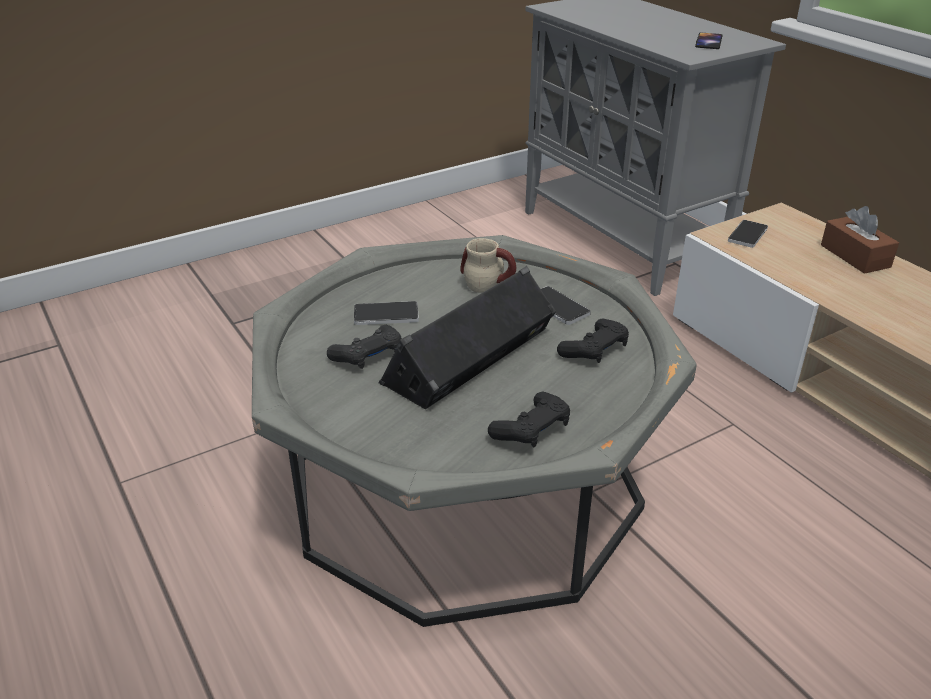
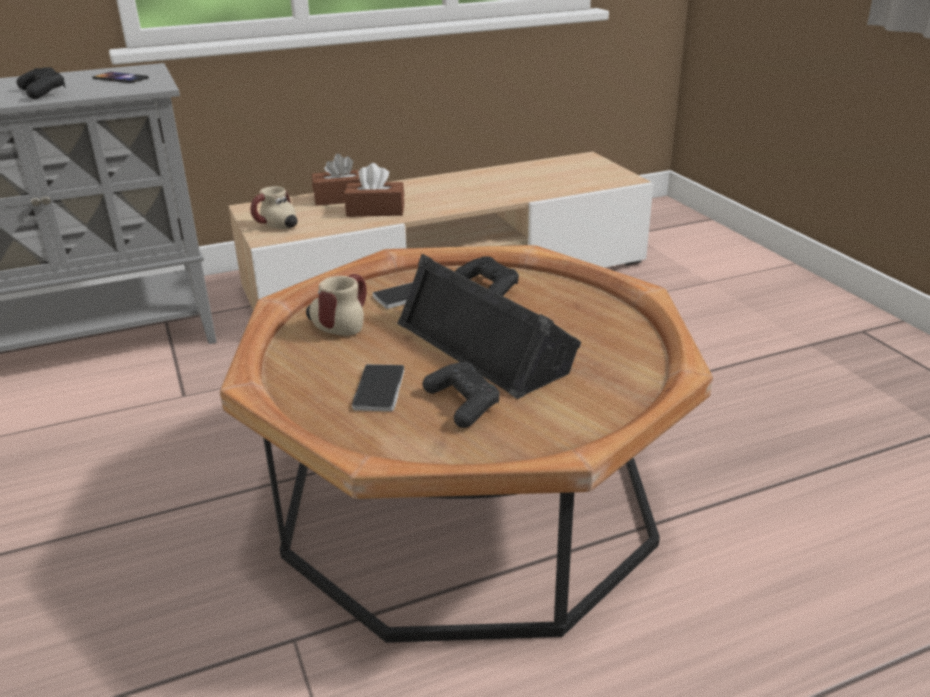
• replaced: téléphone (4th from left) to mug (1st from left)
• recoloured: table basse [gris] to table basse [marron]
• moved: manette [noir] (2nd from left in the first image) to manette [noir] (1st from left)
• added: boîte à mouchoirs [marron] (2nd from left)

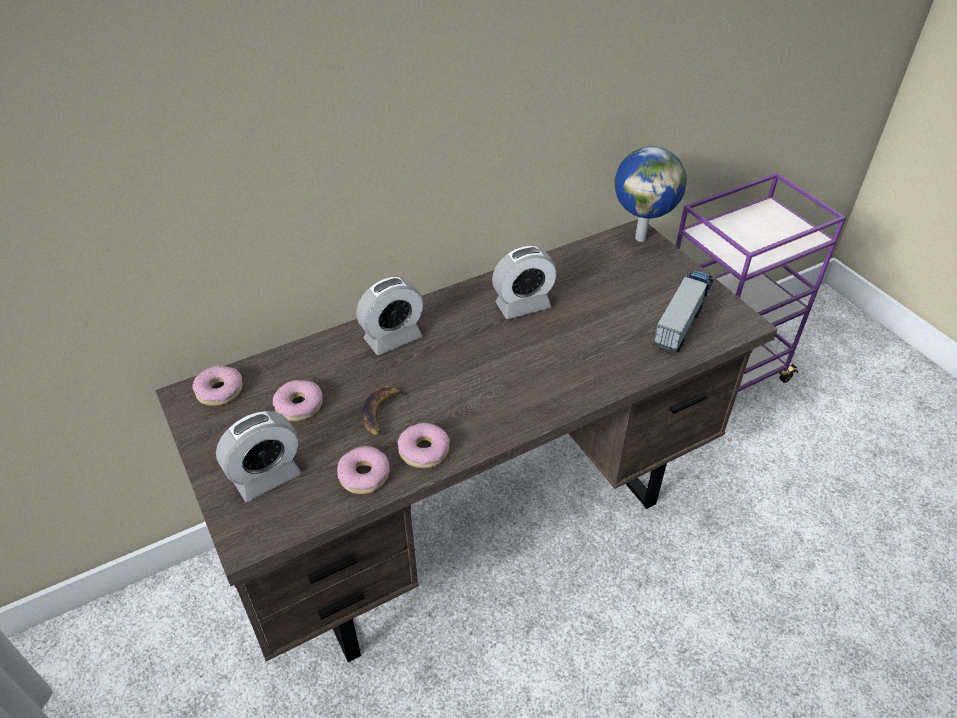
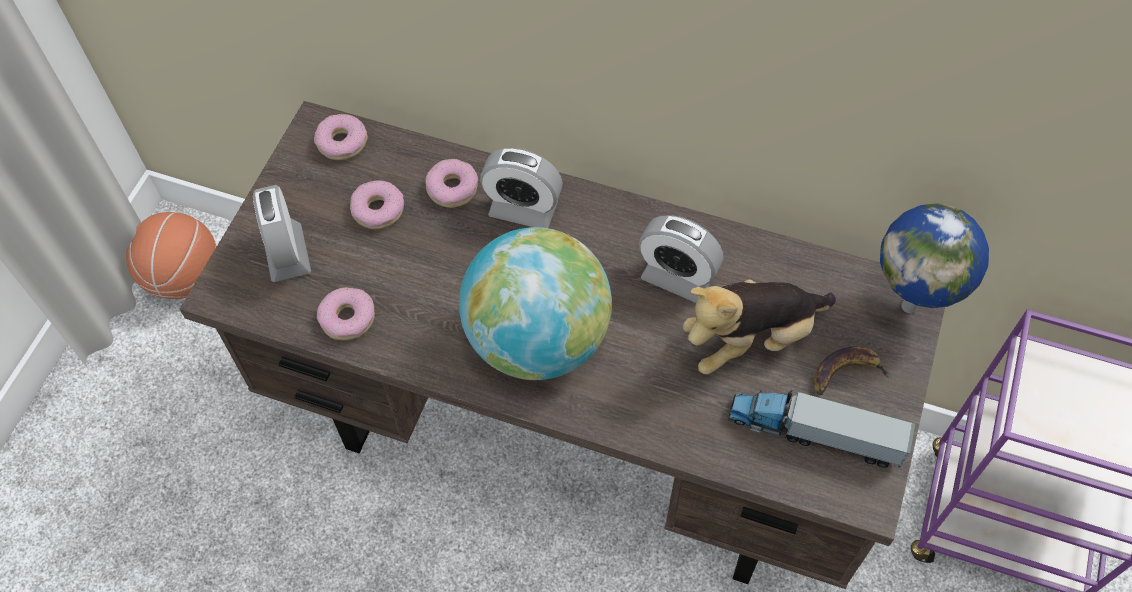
• turned: camion jouet 150 degrees counterclockwise
• moved: banane
• turned: réveil (1st from left) 60 degrees clockwise
• moved: beignet (4th from left)
• added: ballon de basket
• added: globe (1st from left)
• added: peluche

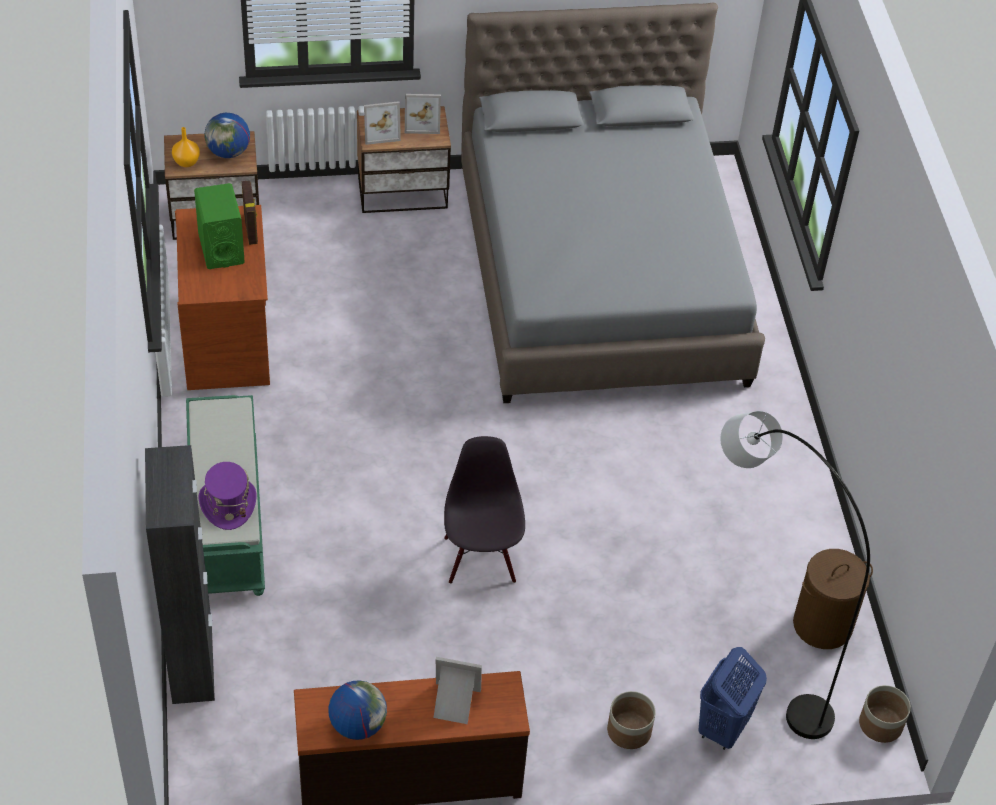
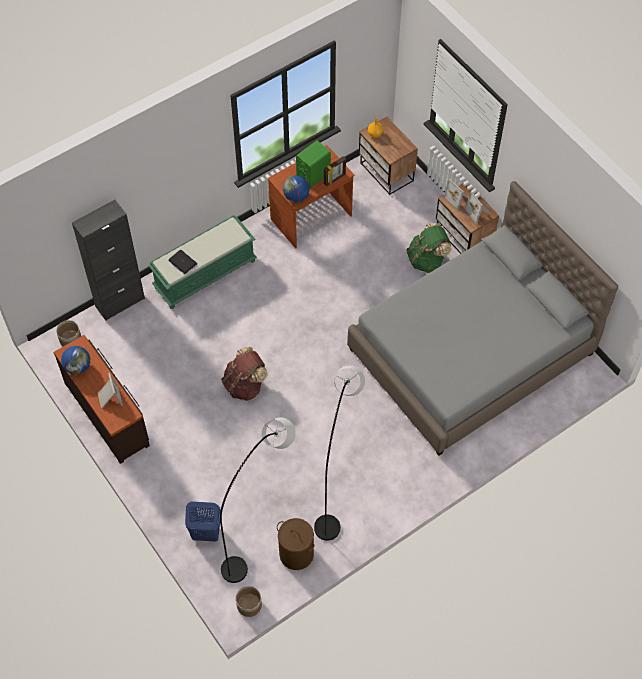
• moved: globe (1st from left in the first image) to globe (2nd from left)
• replaced: chaise [noir] to sac à dos [marron]
• replaced: chapeau [violet] to ordinateur portable
• moved: cache-pot (1st from left)
• added: sac à dos [vert]
• added: lampadaire [gris] (2nd from left)

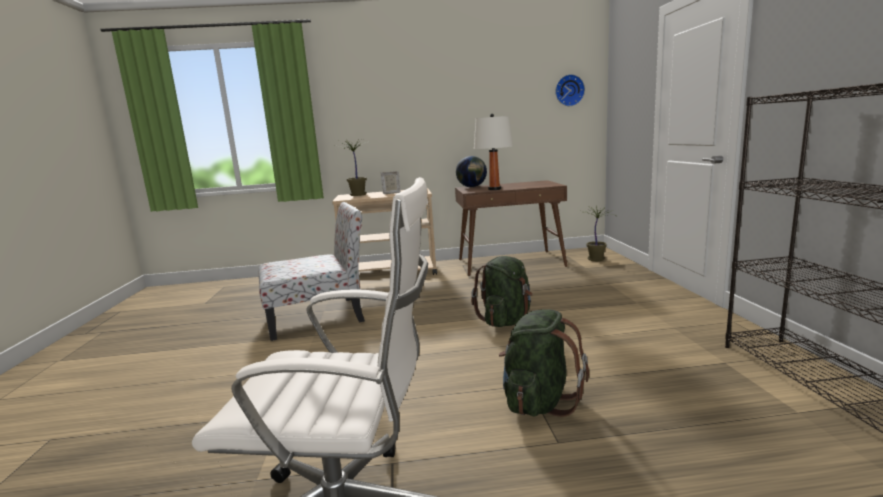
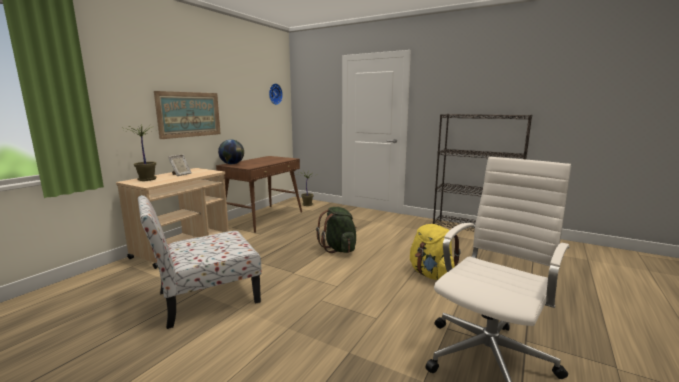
• removed: lampe de table [blanc]
• turned: chaise 135 degrees counterclockwise
• recoloured: sac à dos [vert] (2nd from left) to sac à dos [jaune]
• added: tableau

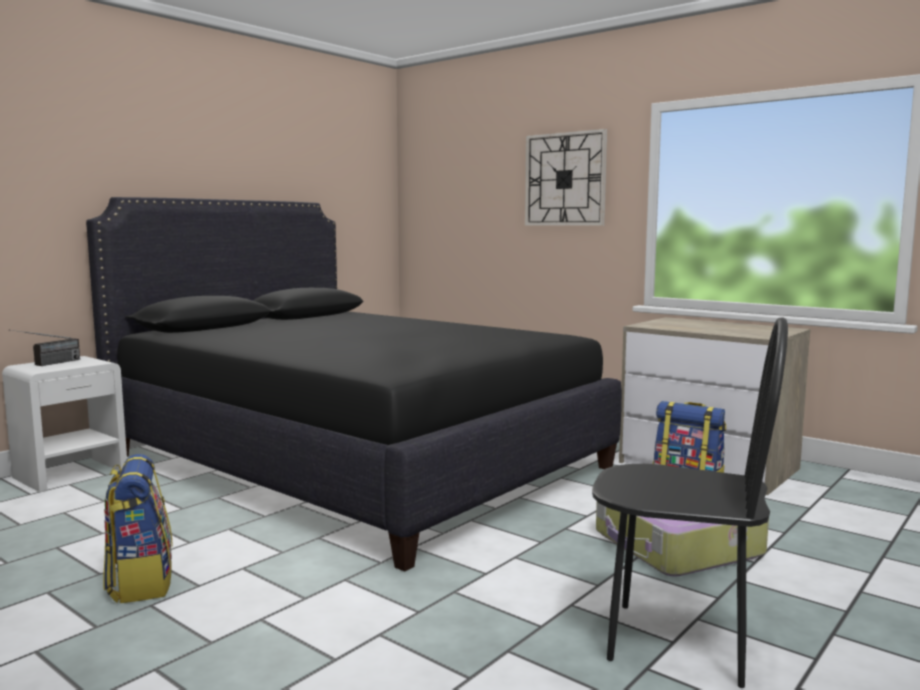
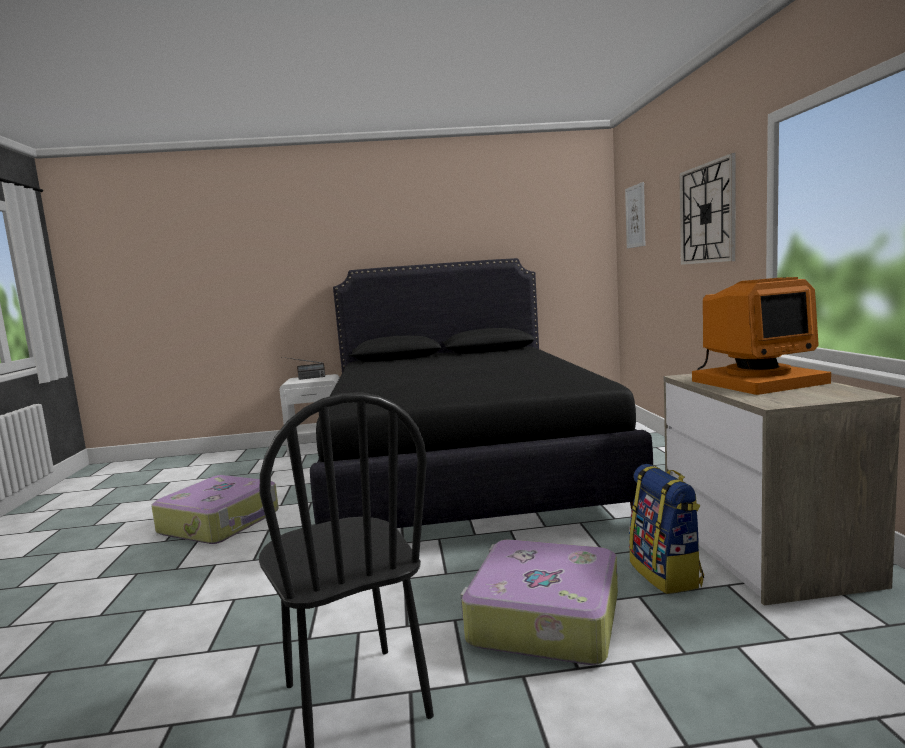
• replaced: sac à dos (1st from left) to valise (1st from left)
• added: tableau
• added: écran d'ordinateur

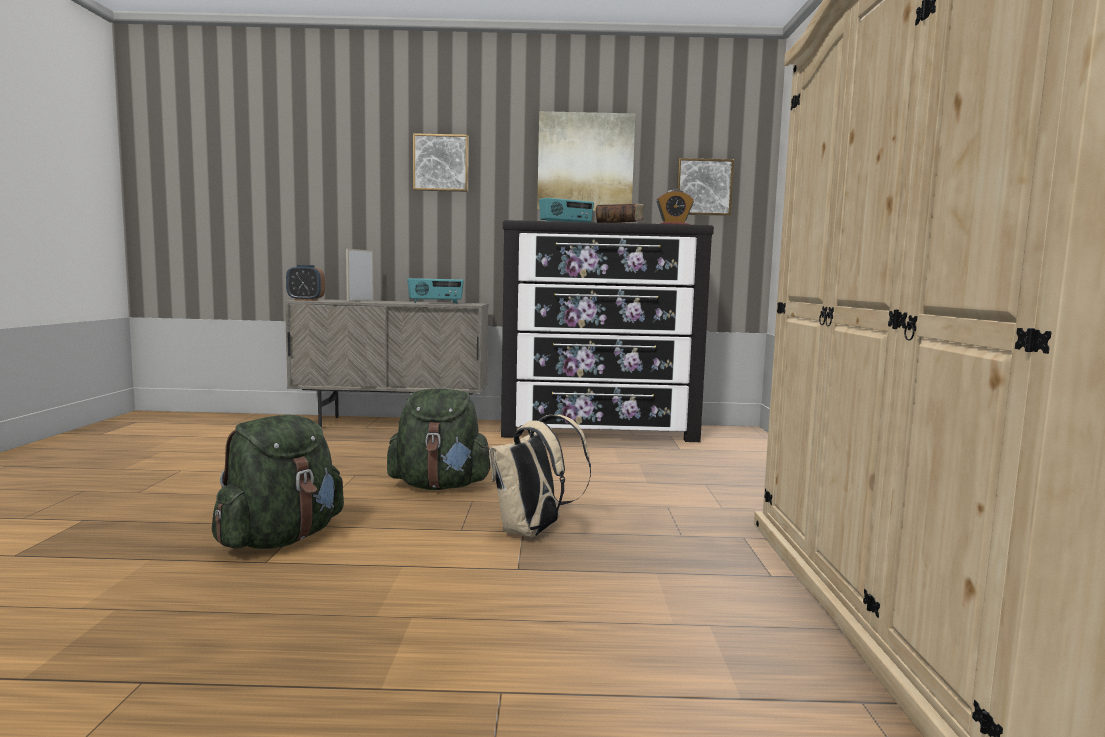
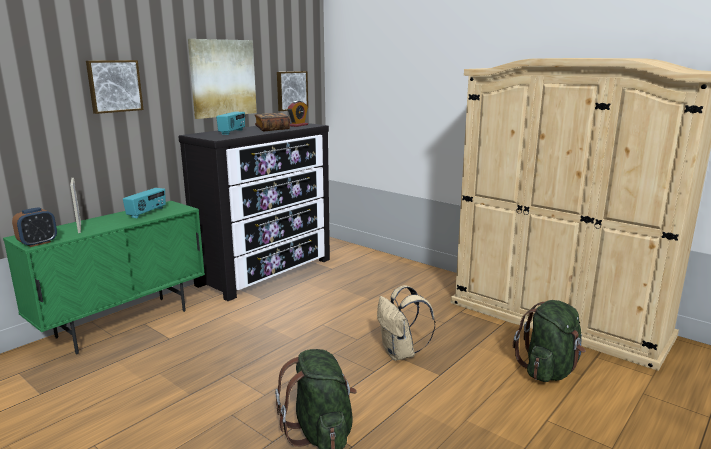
• recoloured: meuble de rangement [beige] to meuble de rangement [vert]
• moved: sac à dos [vert] (2nd from left)

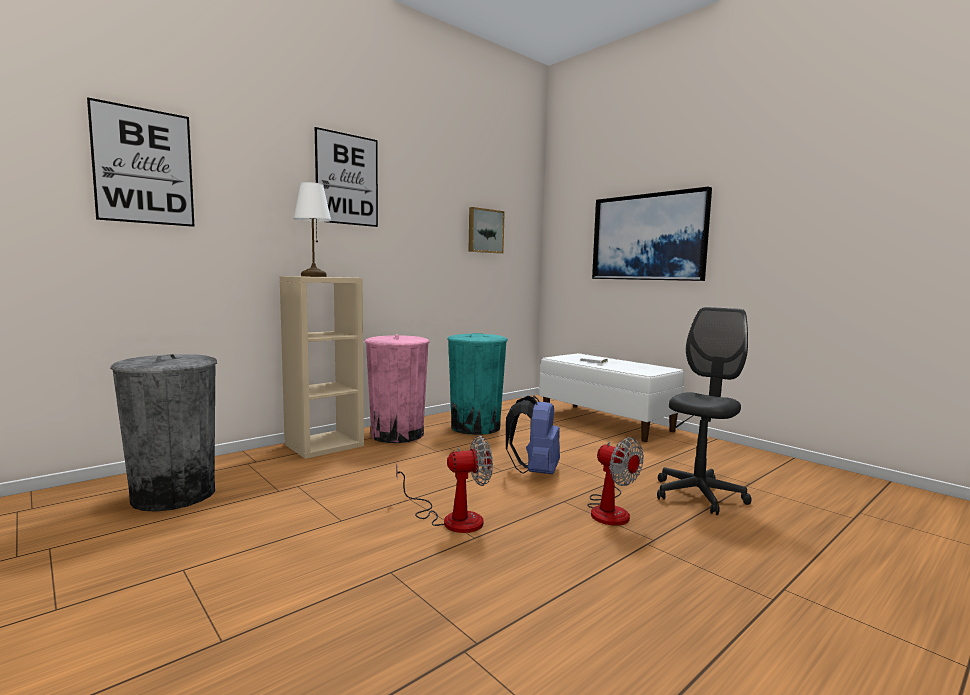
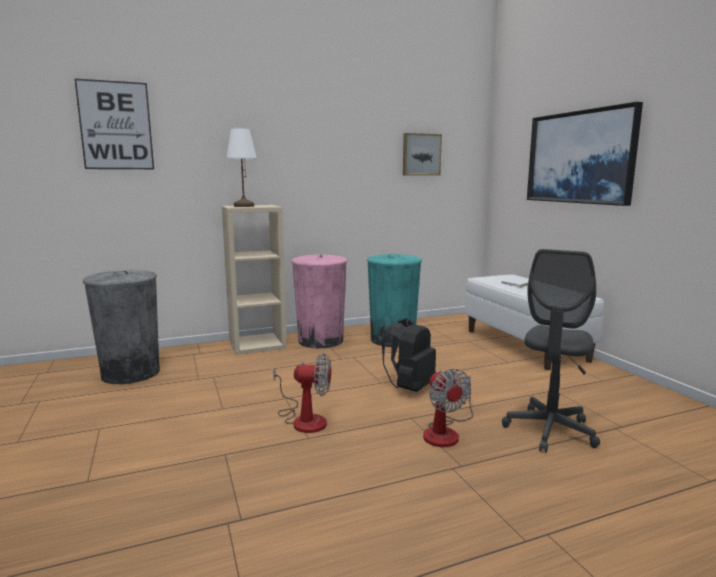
• removed: tableau (2nd from left)
• turned: chaise de bureau [gris] 150 degrees clockwise
• recoloured: sac à dos [bleu] to sac à dos [noir]

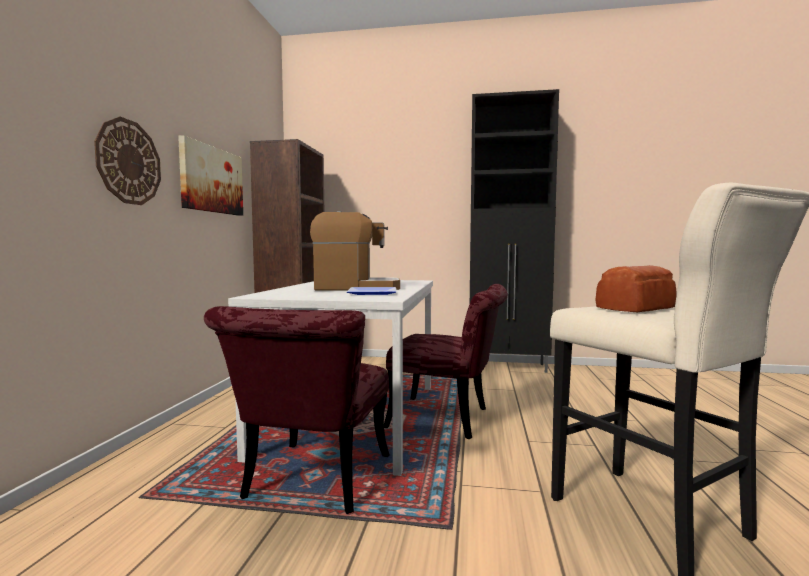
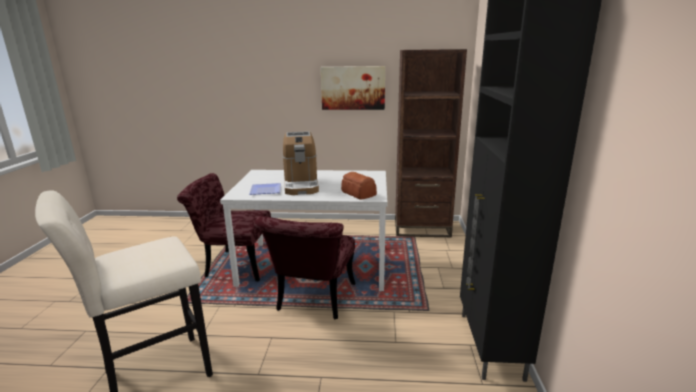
• removed: horloge murale
• moved: pain

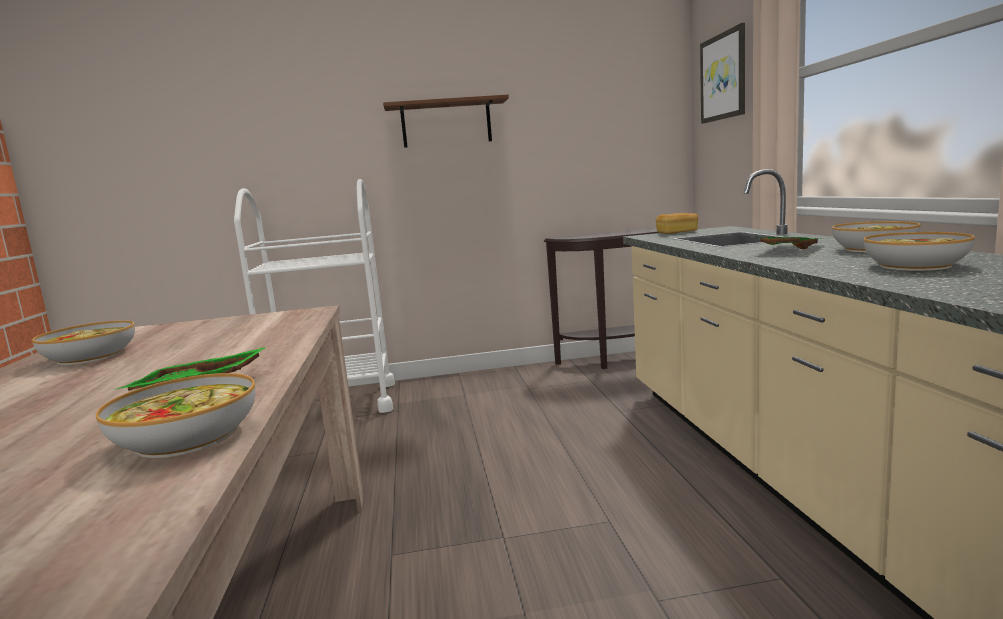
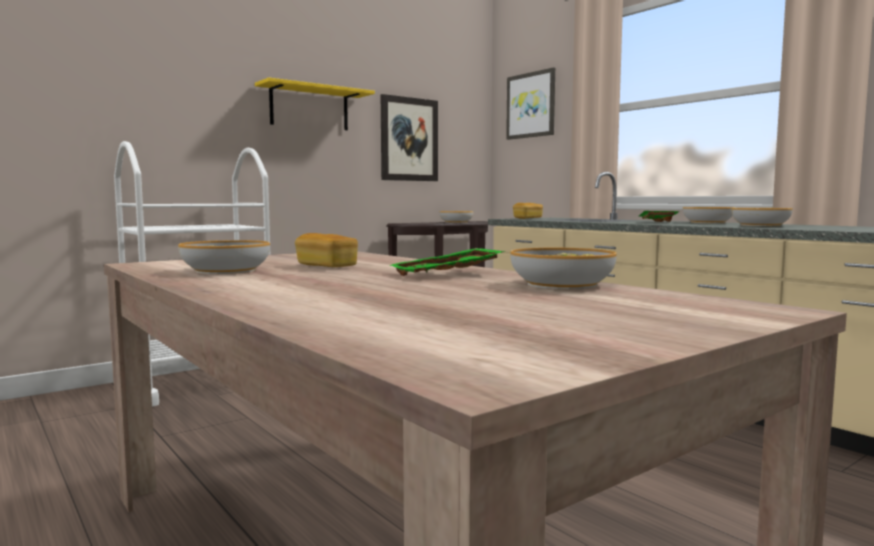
• recoloured: étagère [marron] to étagère [jaune]
• added: tableau (1st from left)
• added: bol (2nd from left)
• added: pain (1st from left)

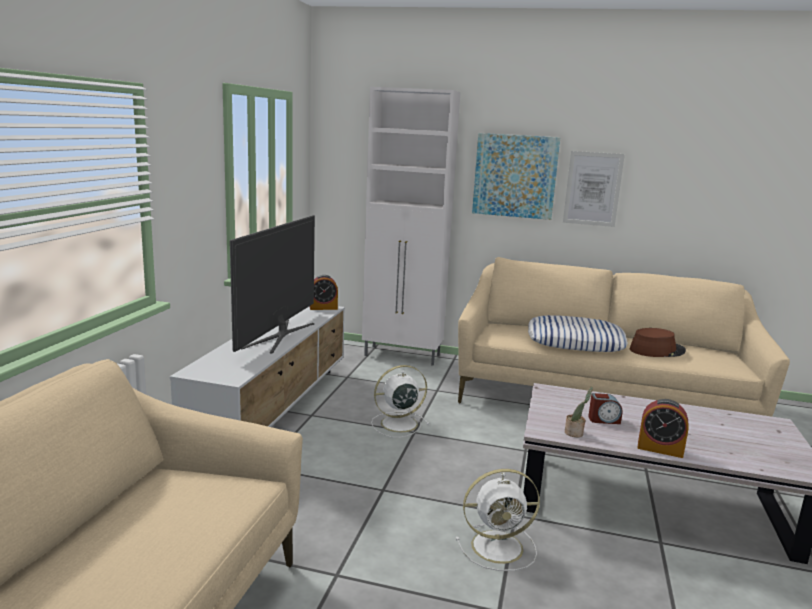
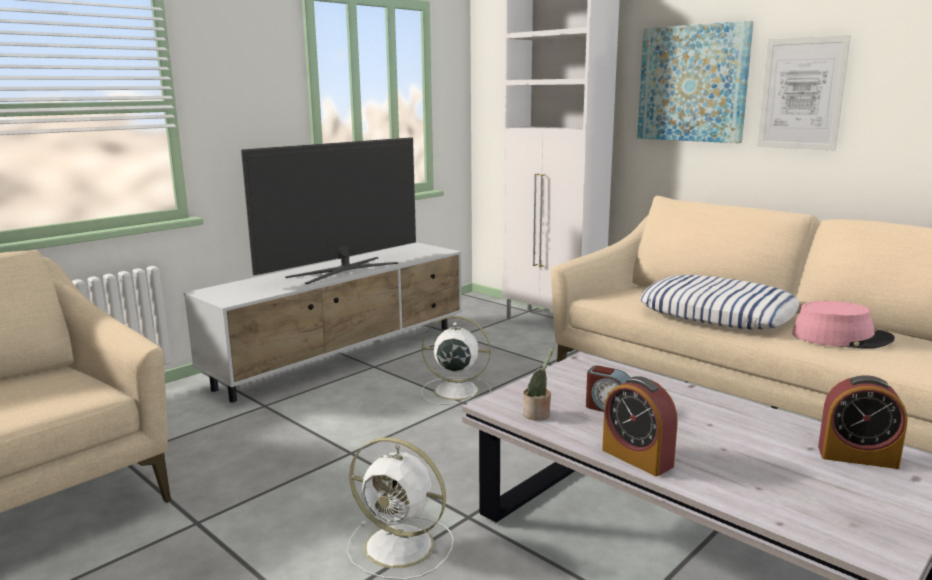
• moved: réveil (1st from left in the first image) to réveil (3rd from left)
• recoloured: chapeau [marron] to chapeau [rose]

